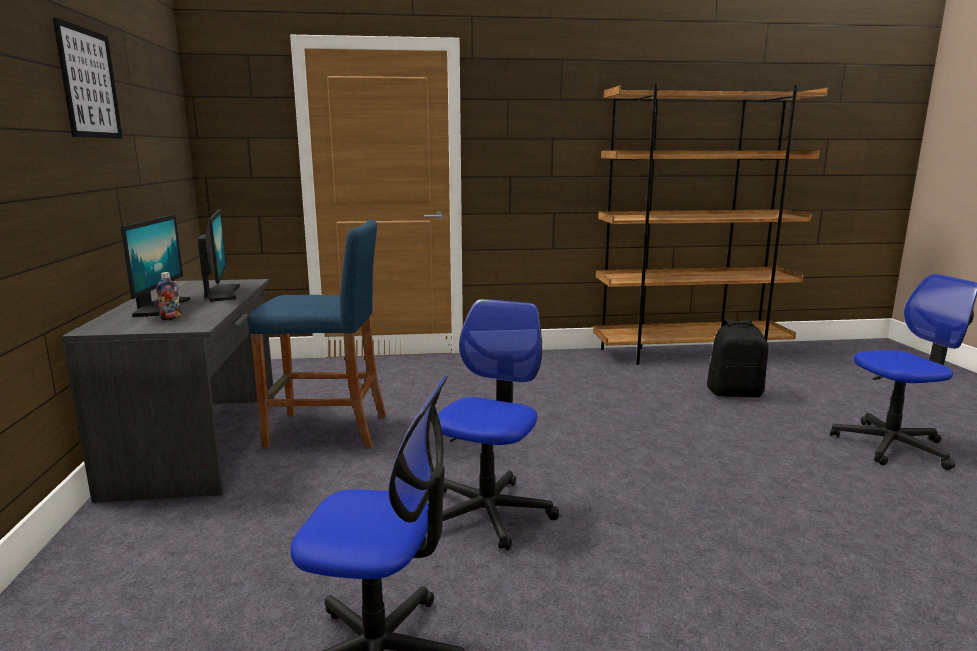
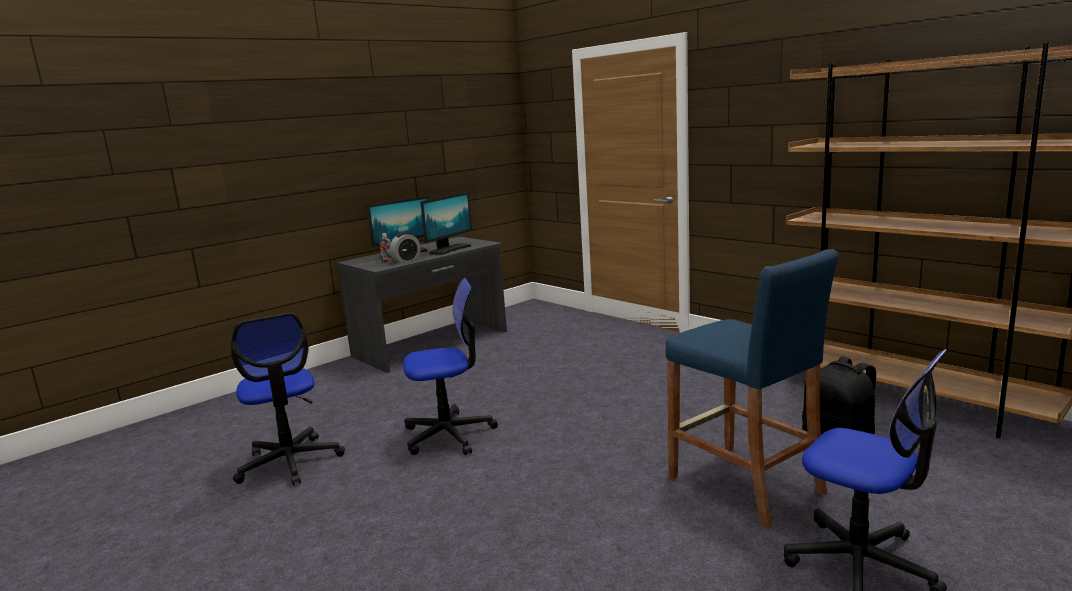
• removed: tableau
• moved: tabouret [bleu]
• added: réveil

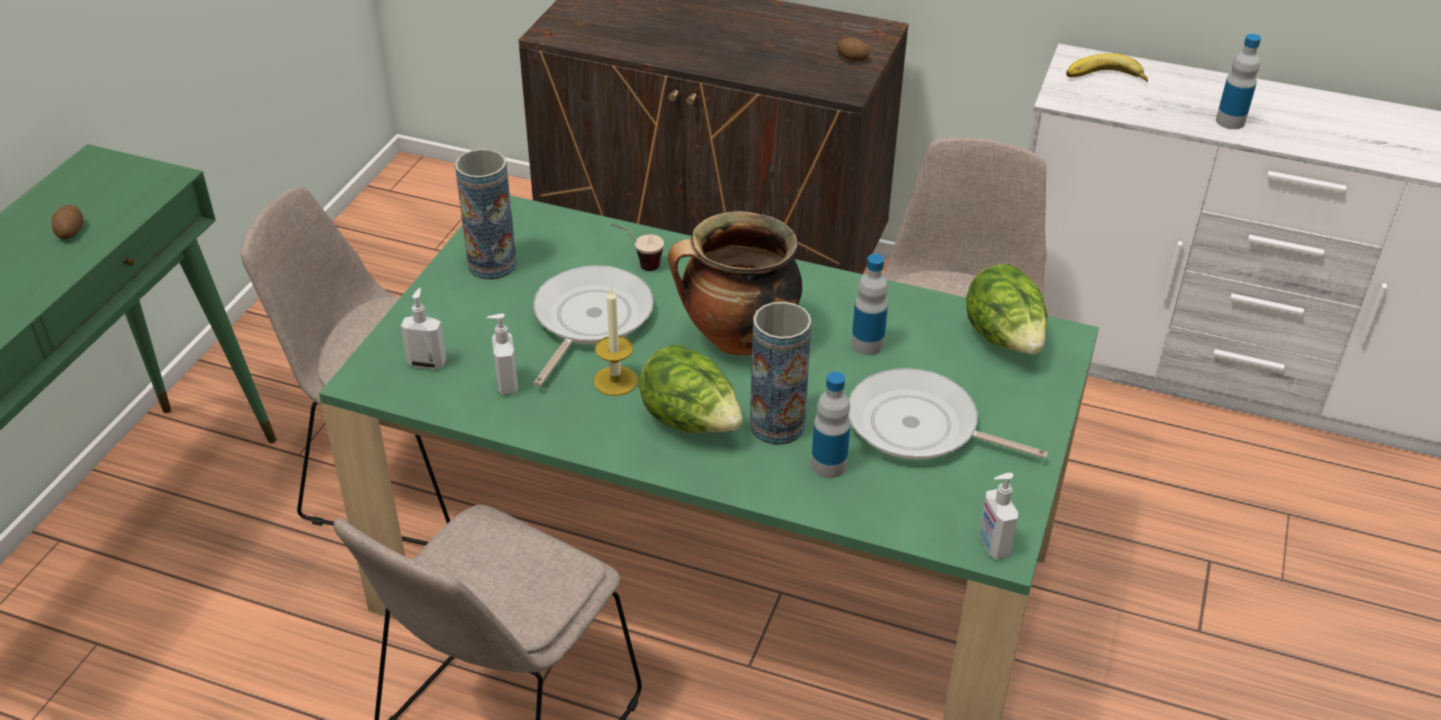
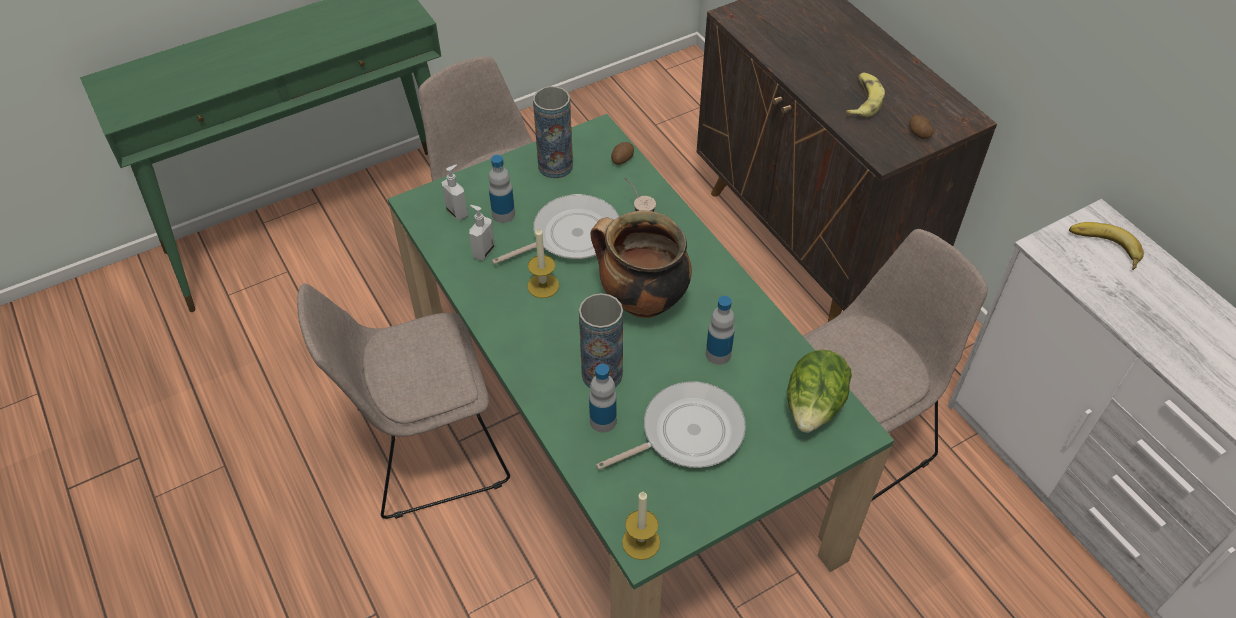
• moved: bouteille (3rd from left in the first image) to bouteille (1st from left)
• moved: pomme de terre (1st from left)
• removed: laitue (1st from left)
• turned: poêle (2nd from left) 90 degrees clockwise
• replaced: distributeur de savon (3rd from left) to bougie (2nd from left)
• added: banane (1st from left)

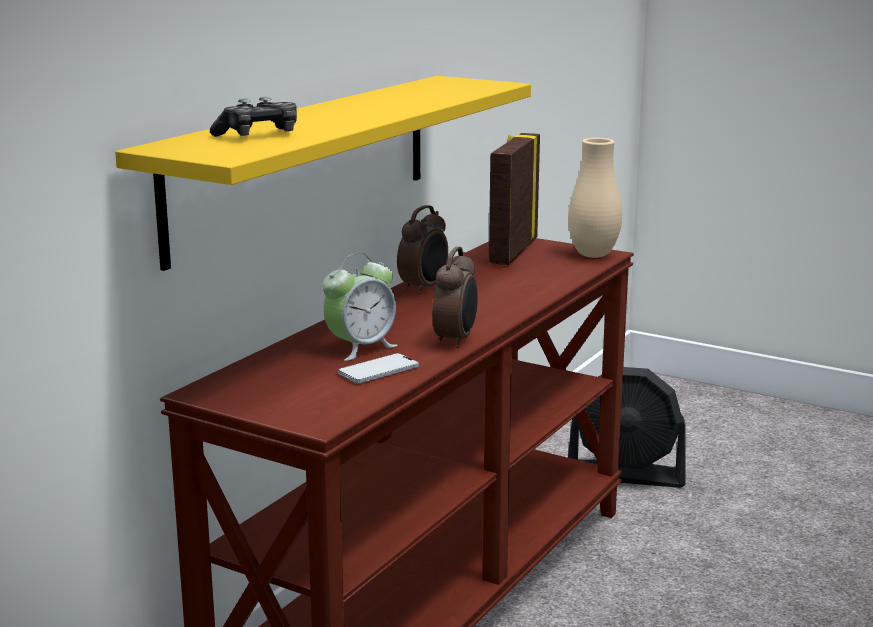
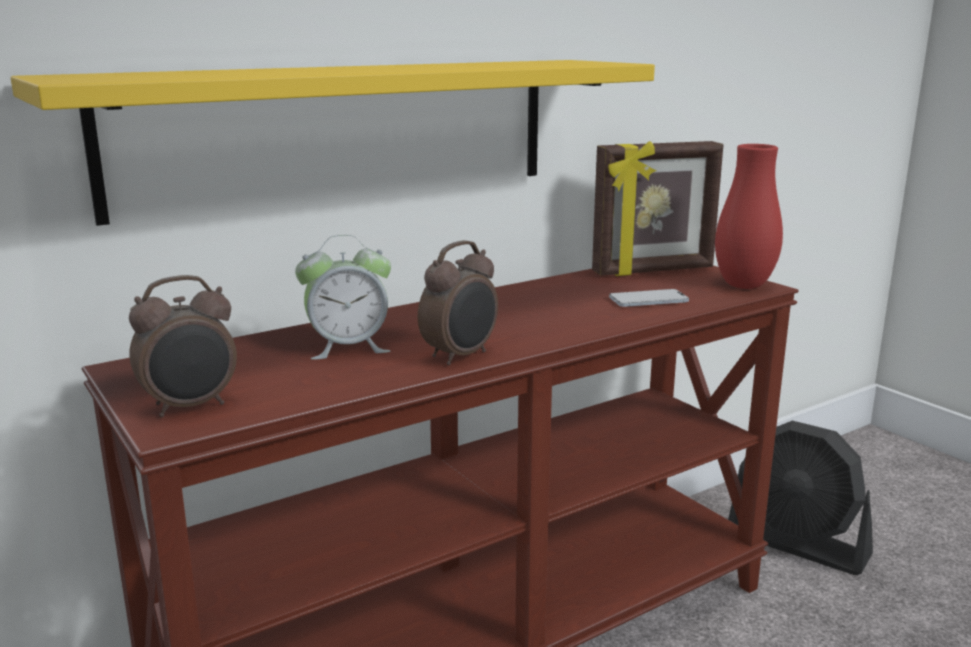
• removed: manette
• turned: cadre photo 150 degrees counterclockwise
• recoloured: vase [beige] to vase [rouge]
• moved: réveil (2nd from left in the first image) to réveil (1st from left)
• moved: téléphone

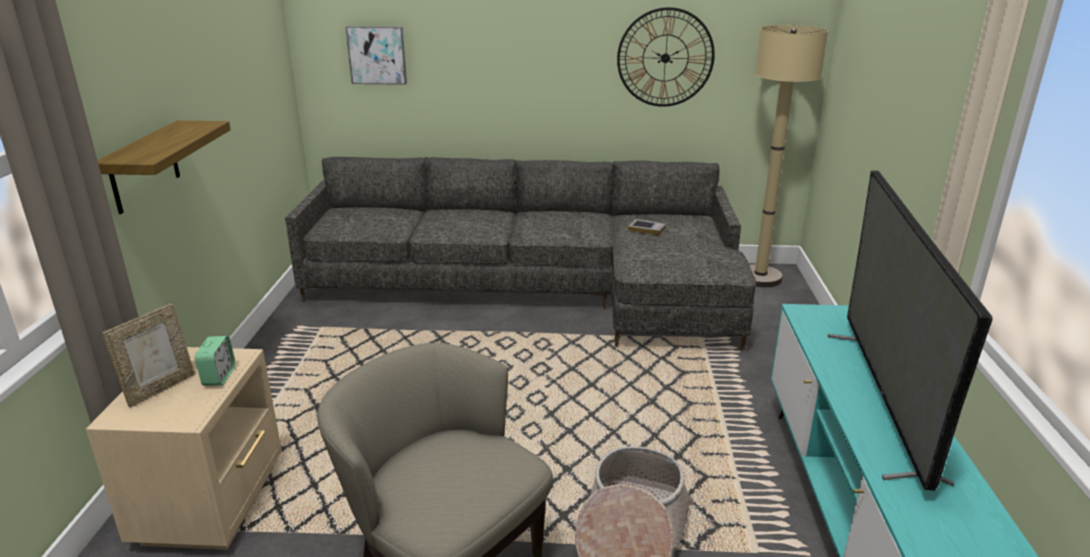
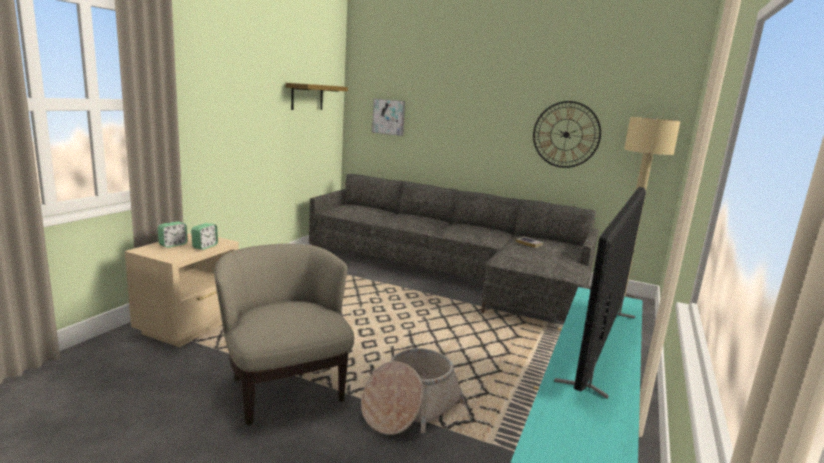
• moved: étagère
• replaced: cadre photo to réveil (1st from left)

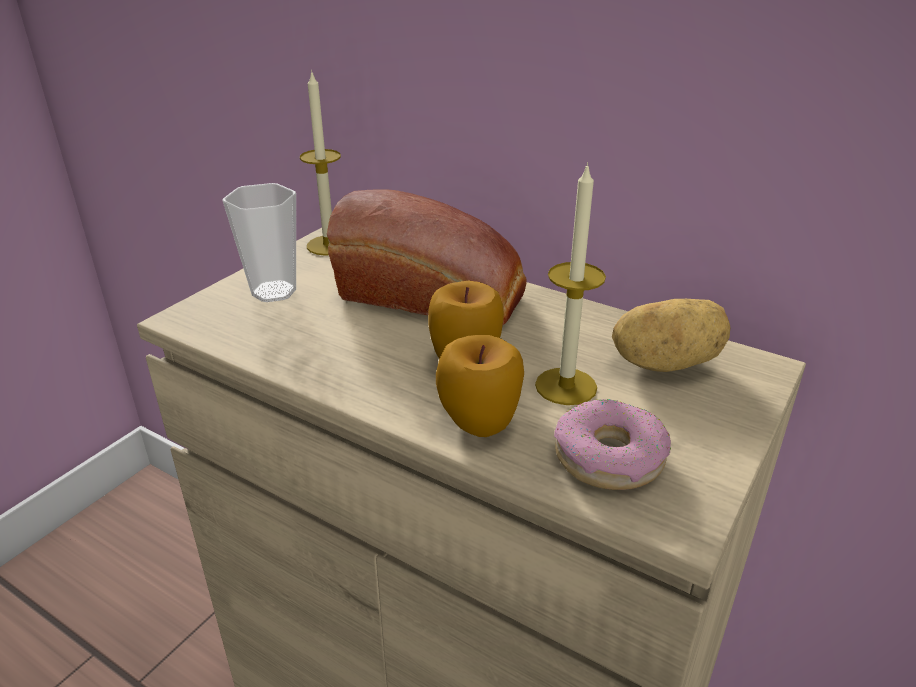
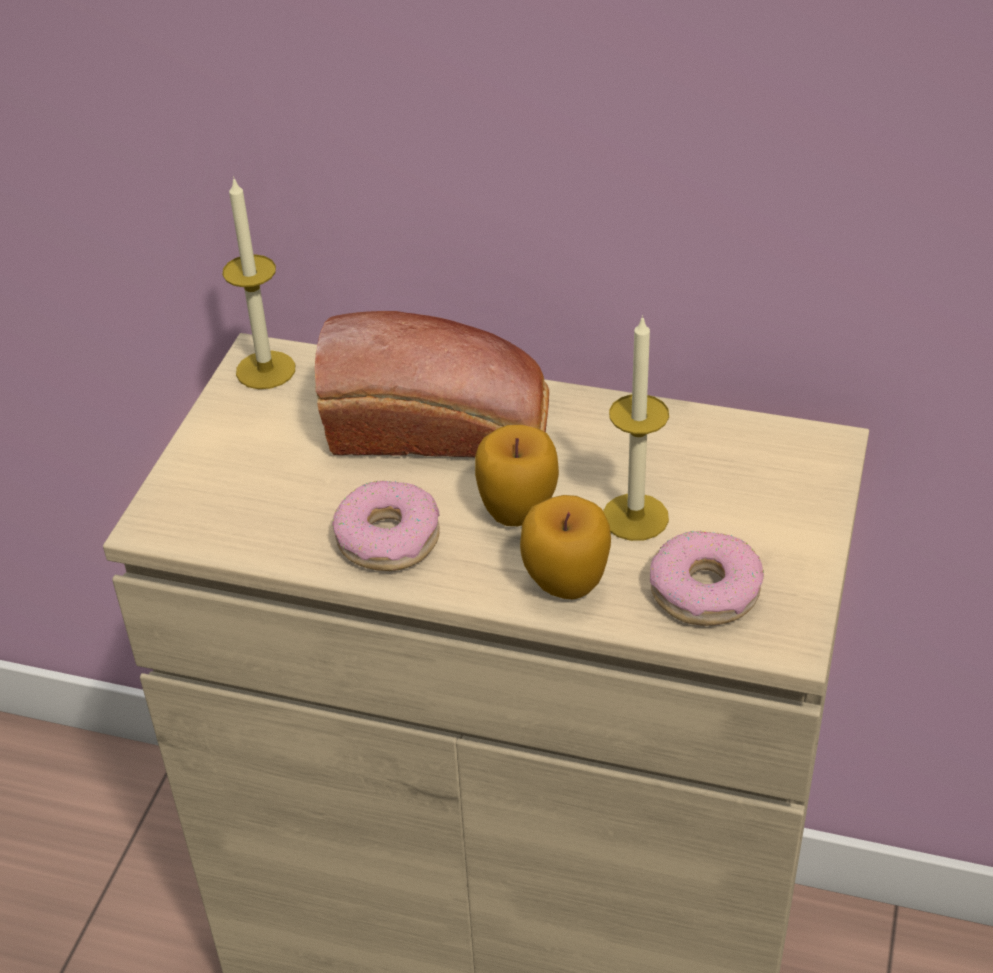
• removed: tasse
• removed: pomme de terre
• added: beignet (1st from left)

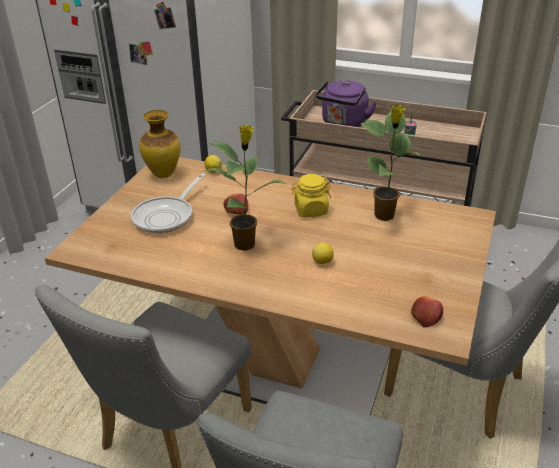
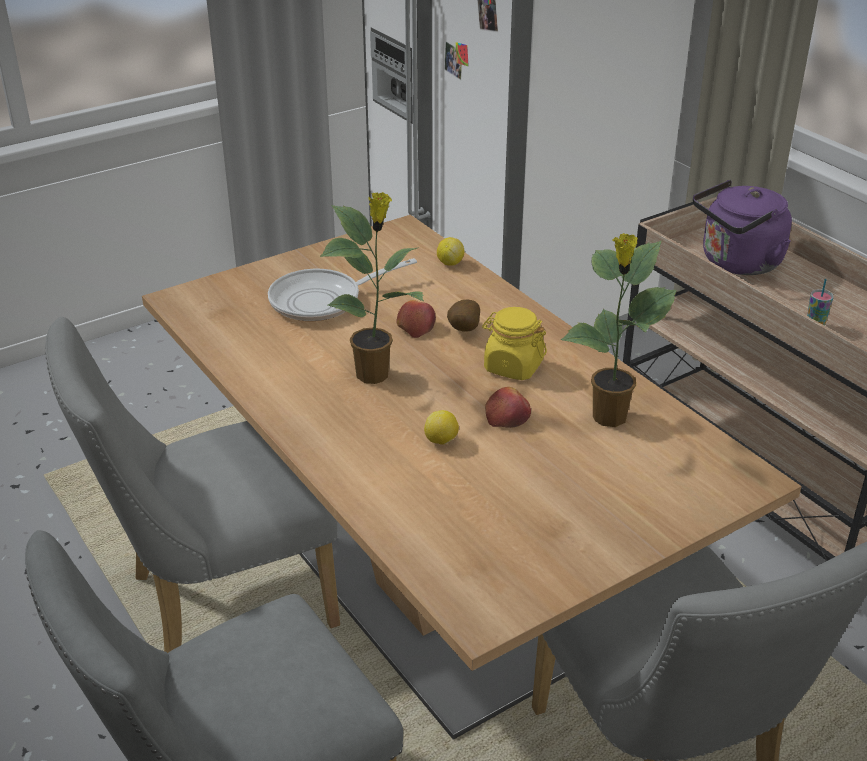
• removed: vase
• moved: pomme (2nd from left)
• added: pomme de terre

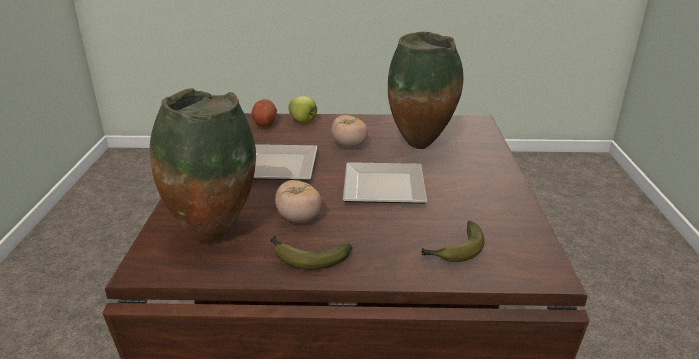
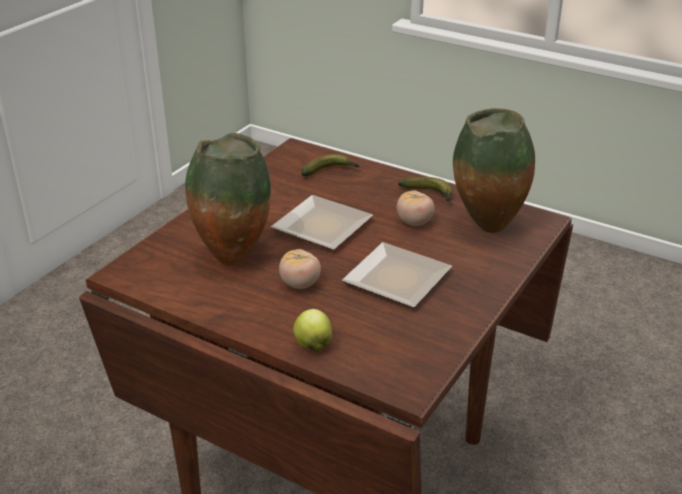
• removed: pomme de terre

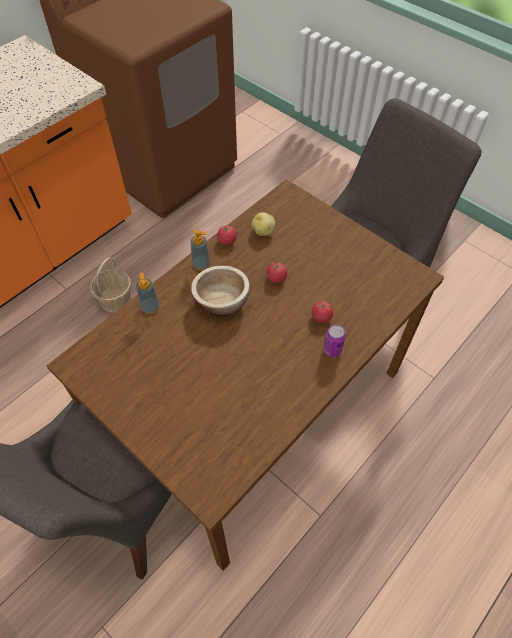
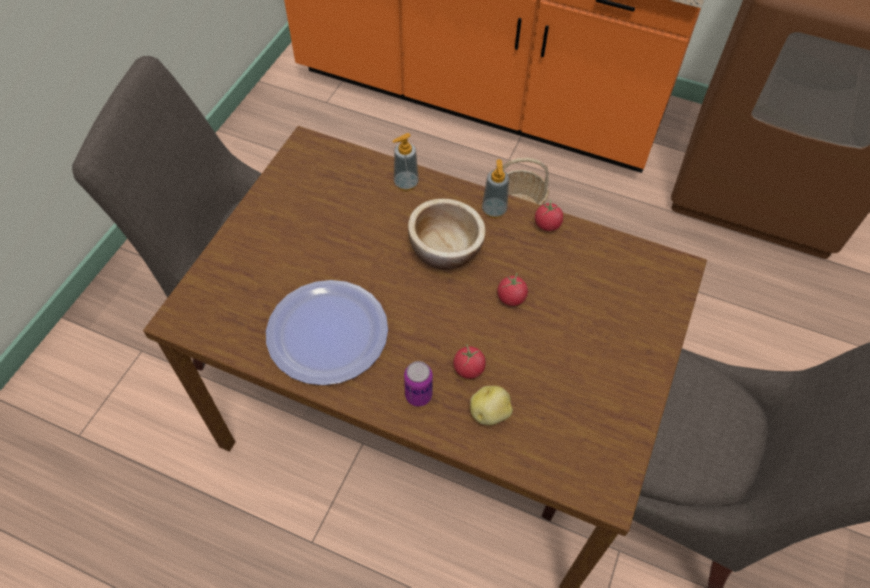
• moved: pomme de terre
• added: assiette

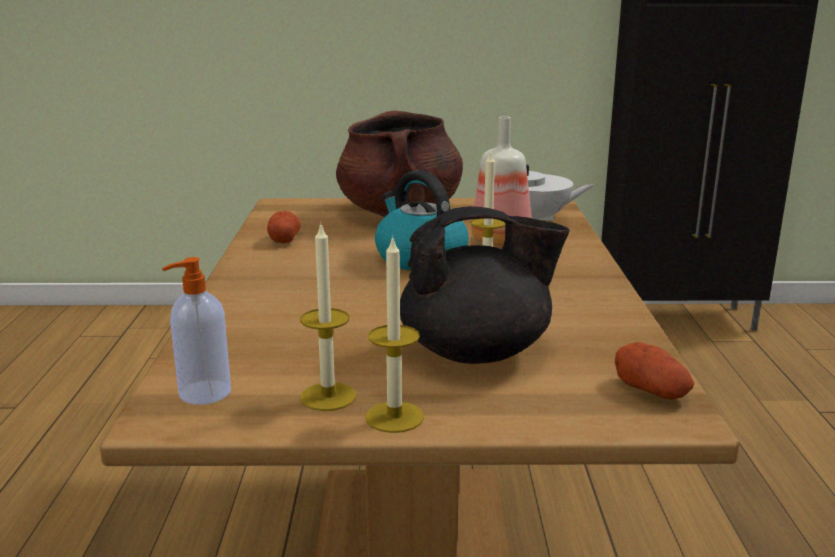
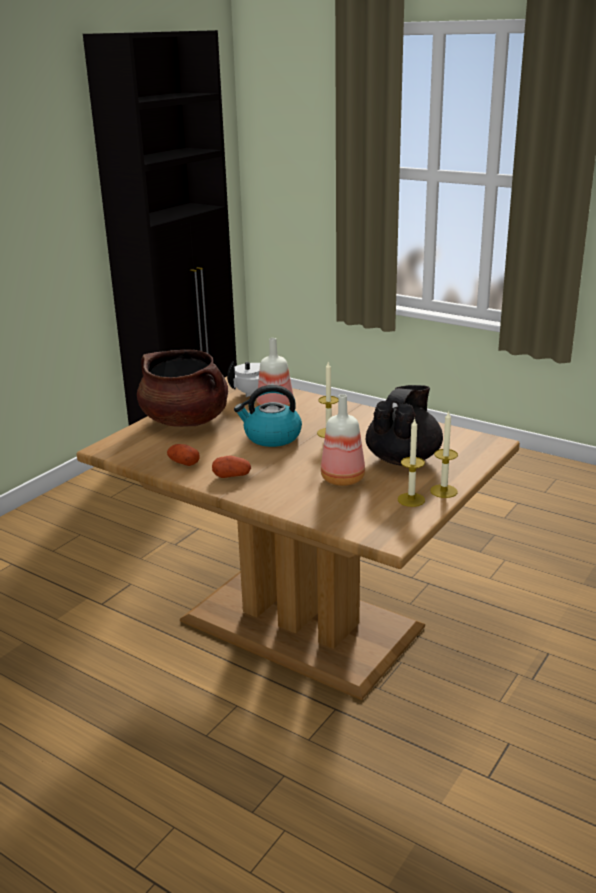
• removed: distributeur de savon
• moved: pomme de terre (2nd from left)
• added: bouteille (2nd from left)

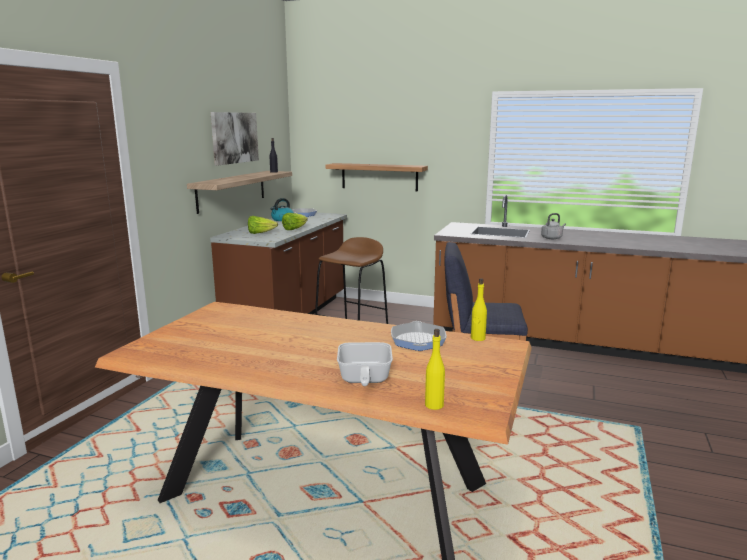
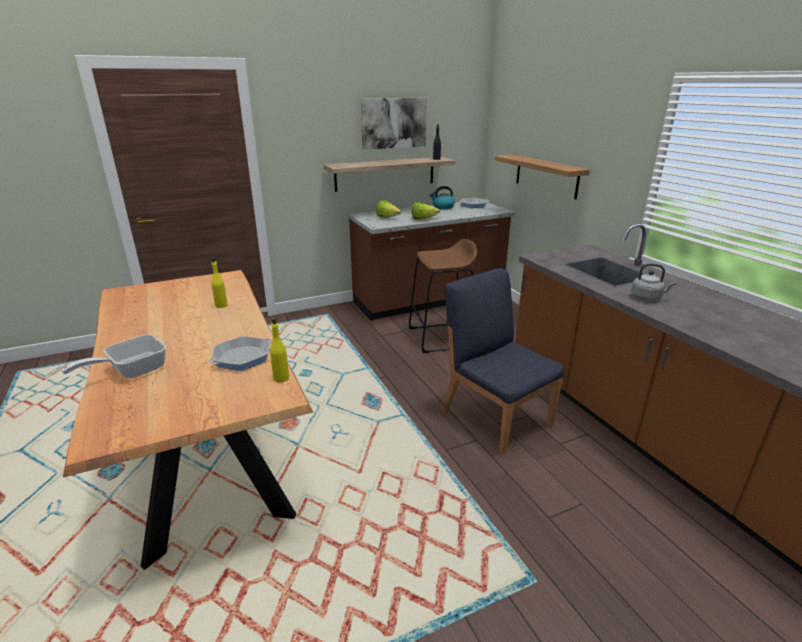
• moved: bouteille [jaune] (1st from left)

